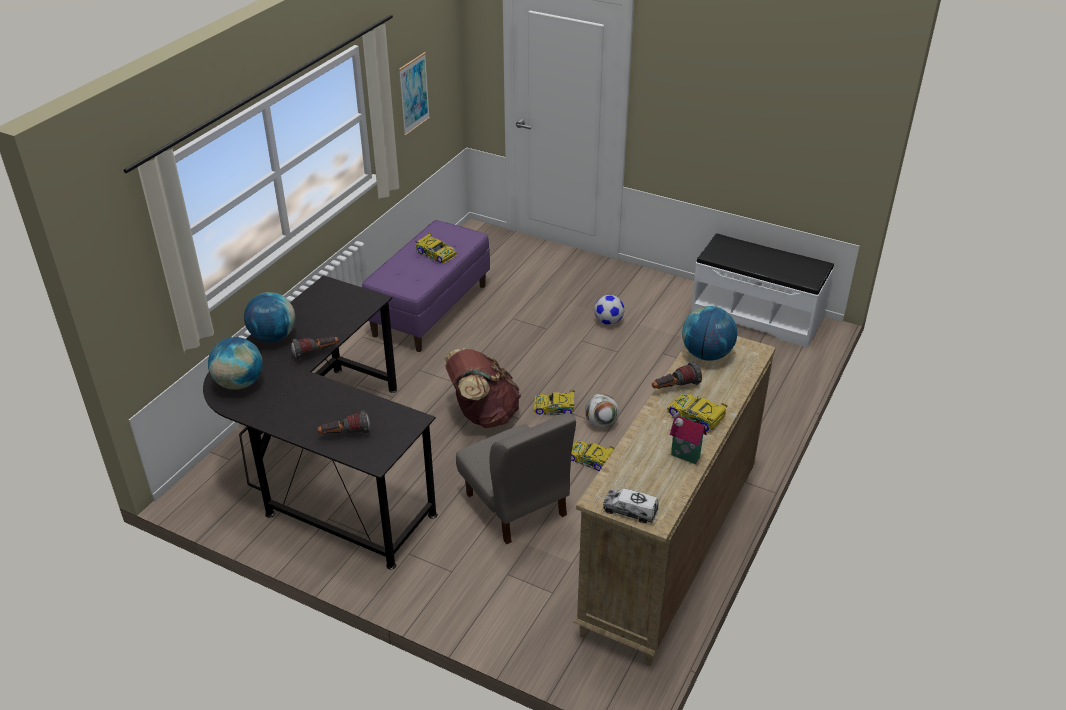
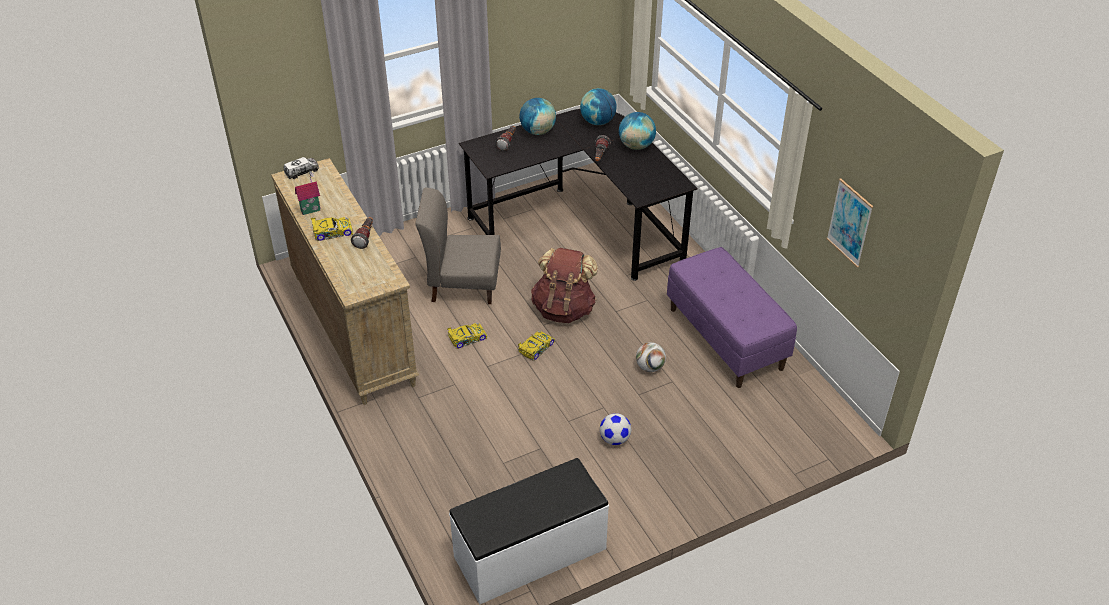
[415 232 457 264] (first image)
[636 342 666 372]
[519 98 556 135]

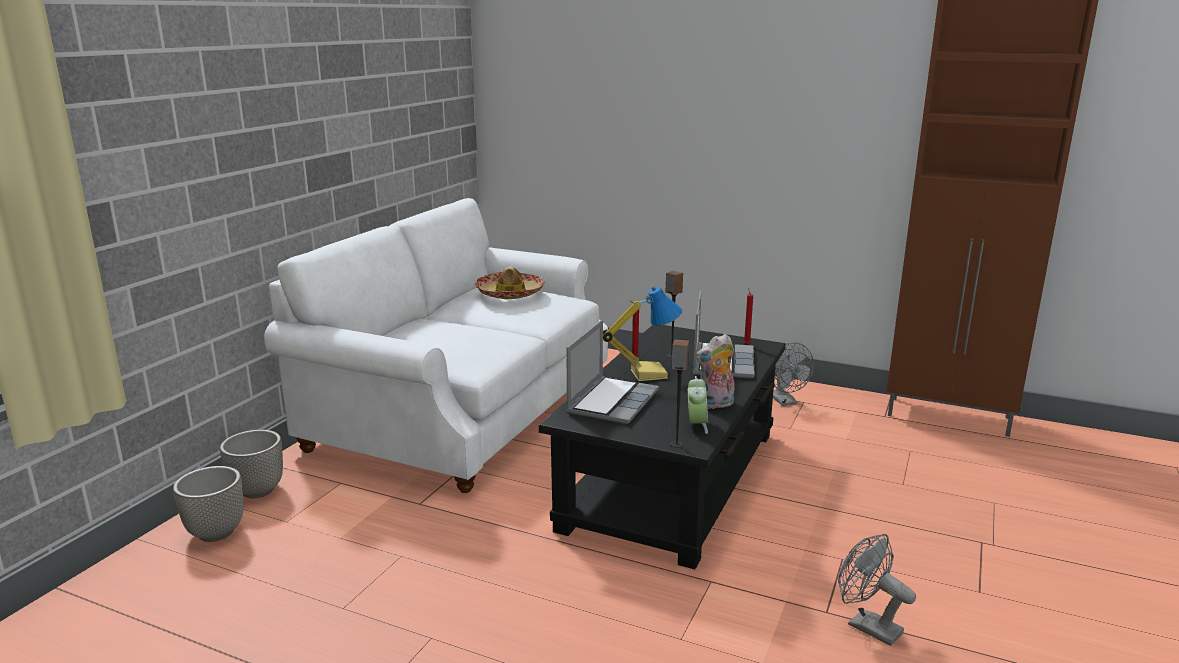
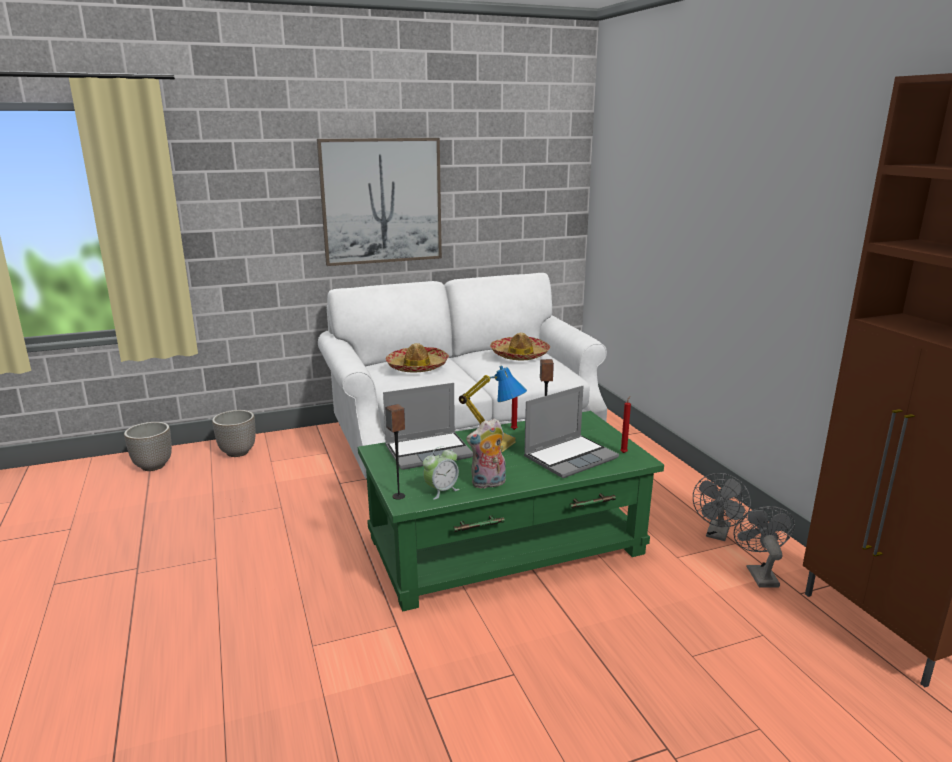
[317 138 442 266]
[386 343 449 372]
[124 422 172 471]
[734 506 795 588]
[358 411 664 611]
[466 418 506 489]

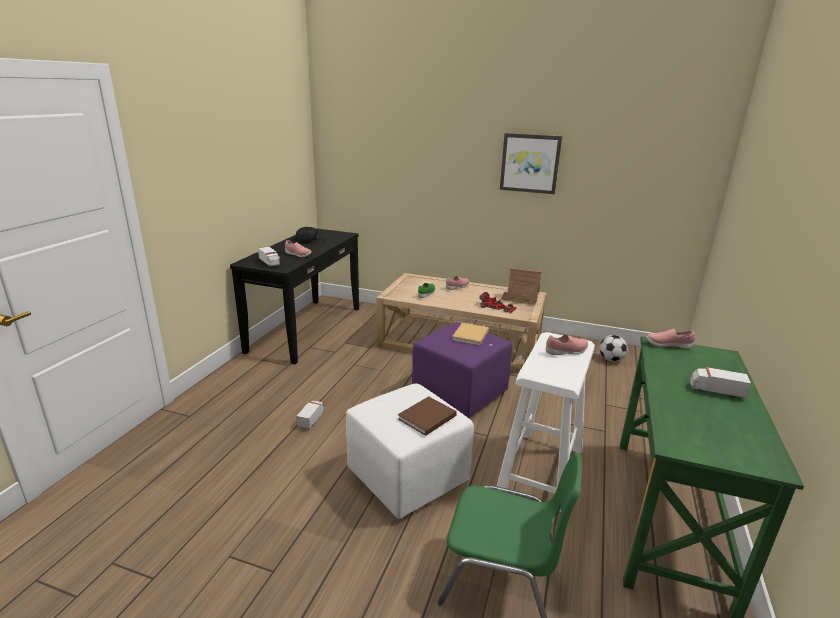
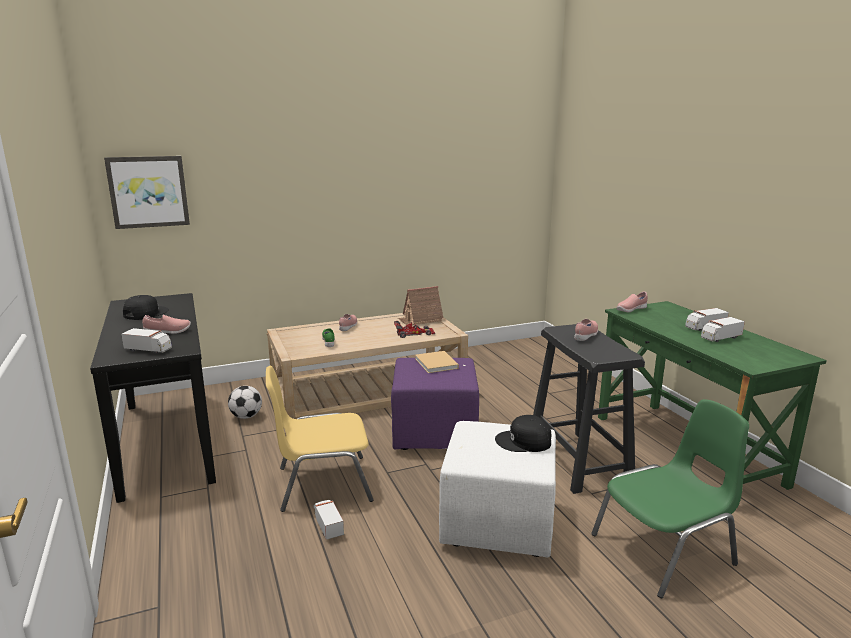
[266 366 374 512]
[701 317 745 342]
[104 156 190 229]
[228 386 262 419]
[495 415 551 452]
[533 324 645 494]

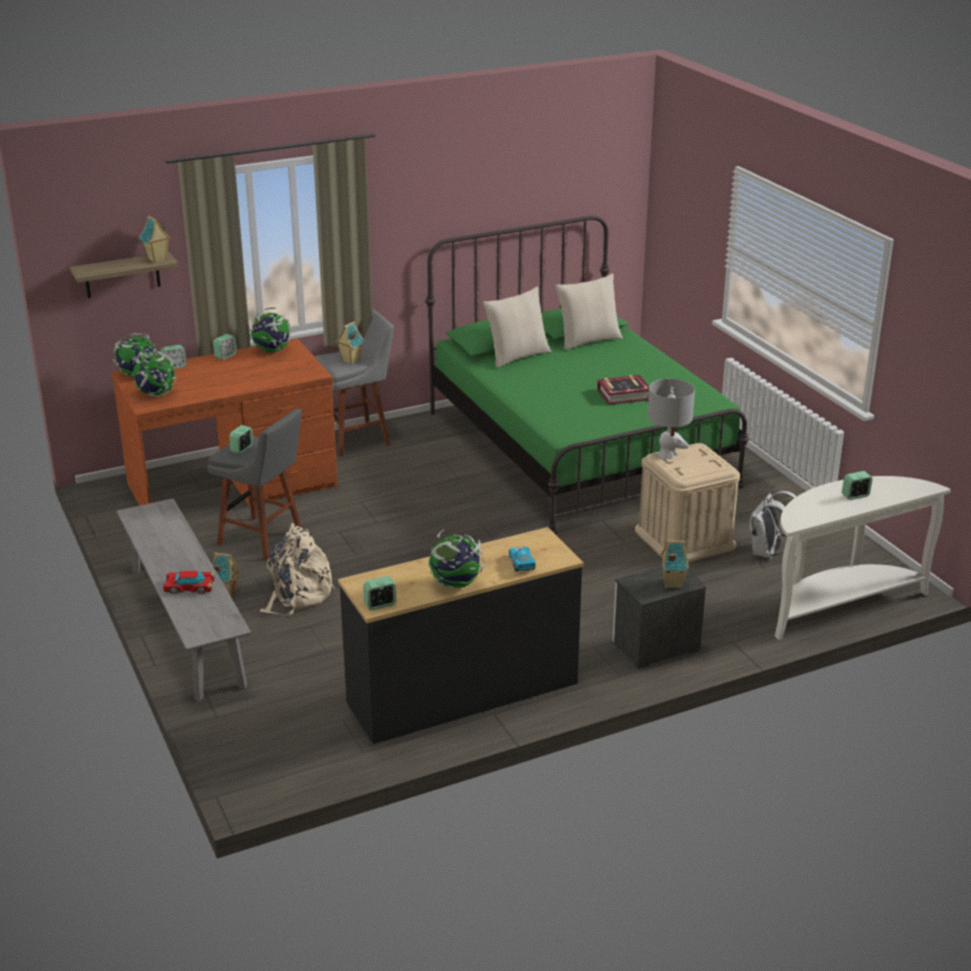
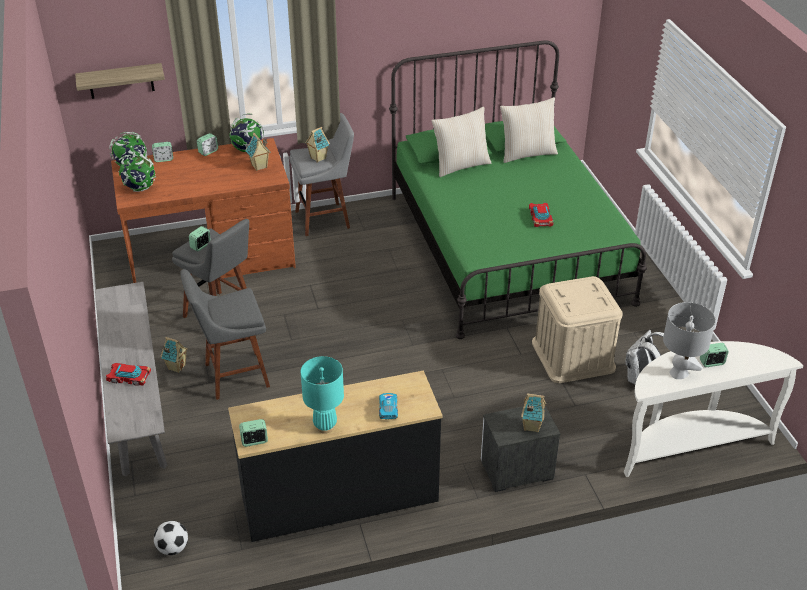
[154 521 188 555]
[245 133 271 171]
[663 302 716 379]
[180 269 270 400]
[301 356 344 434]
[529 202 554 227]

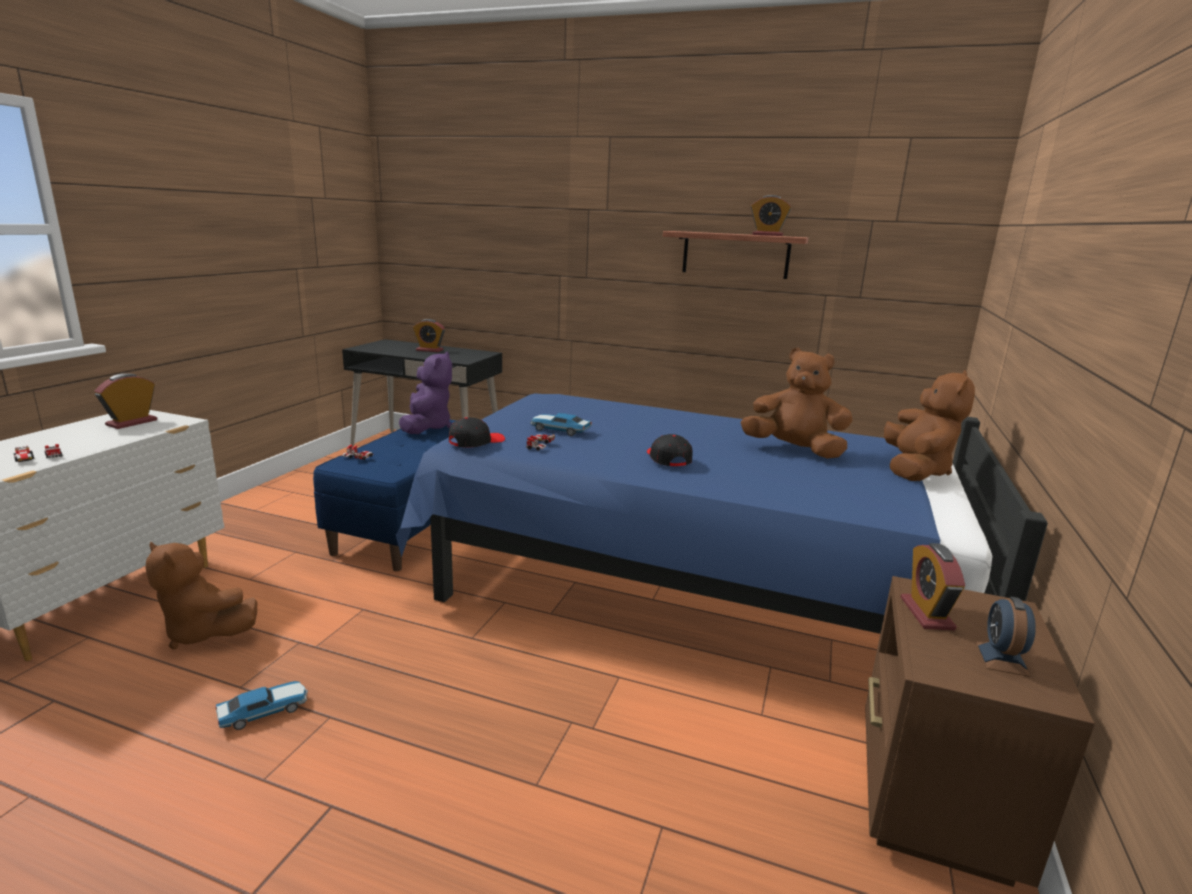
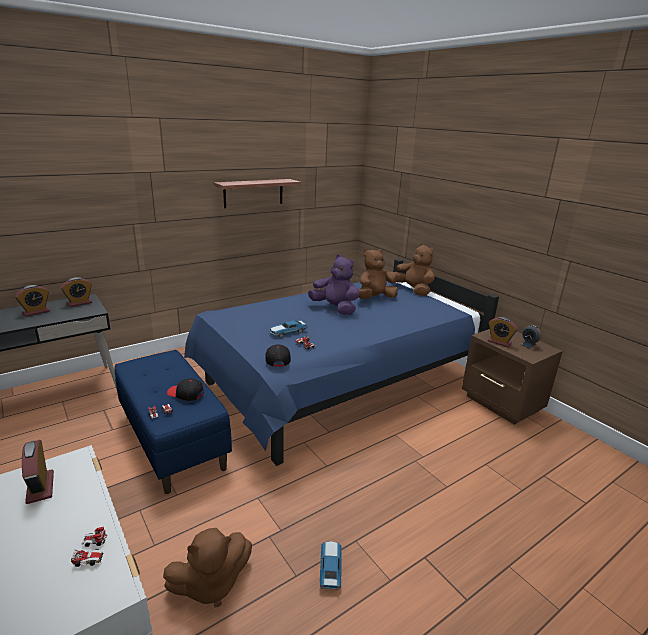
[308 255 359 315]
[167 378 204 401]
[60 277 92 307]

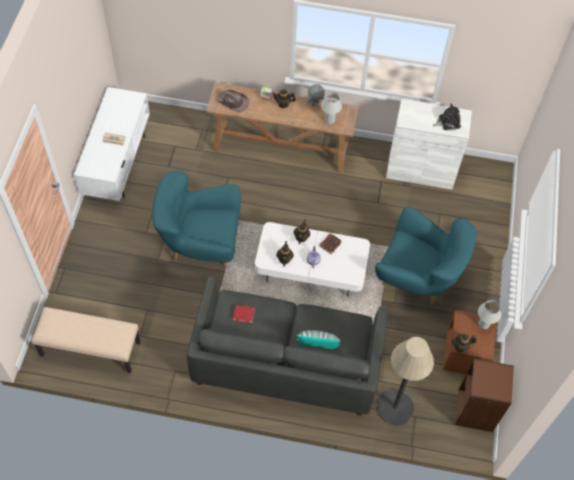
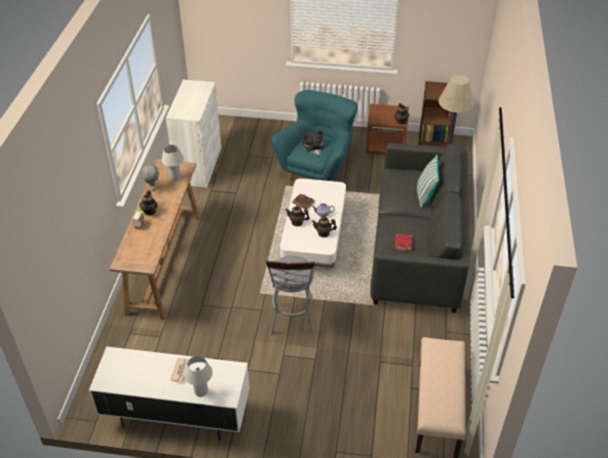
[216 90 249 113] (first image)
[303 130 324 156]
[184 356 213 397]
[266 256 315 336]

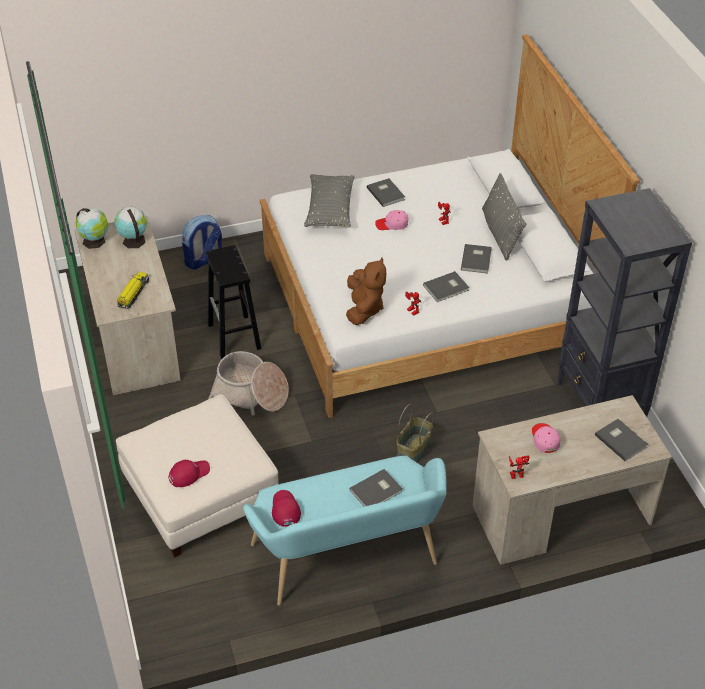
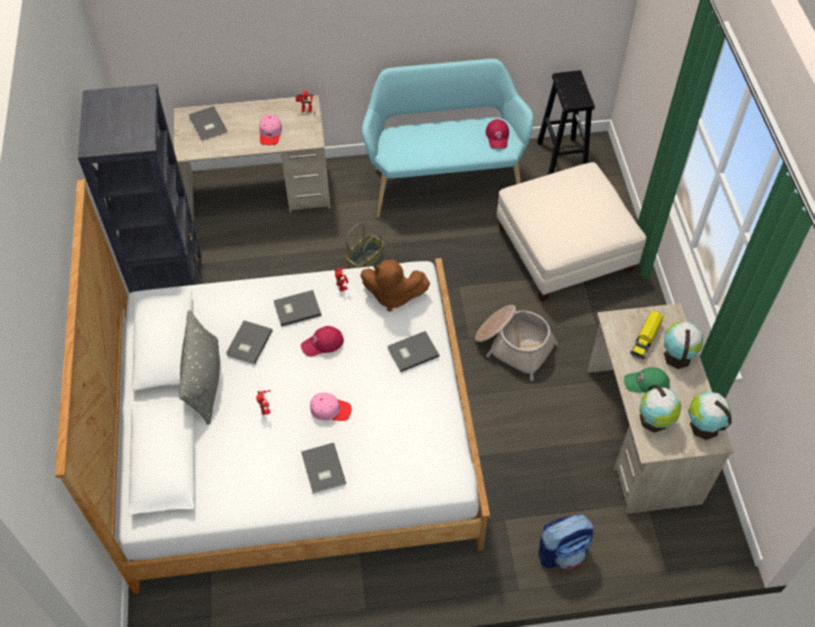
[304 174 355 228] (first image)
[624 367 670 393]
[664 321 703 369]
[301 326 344 357]
[537 70 595 175]
[387 331 439 372]
[360 259 430 312]

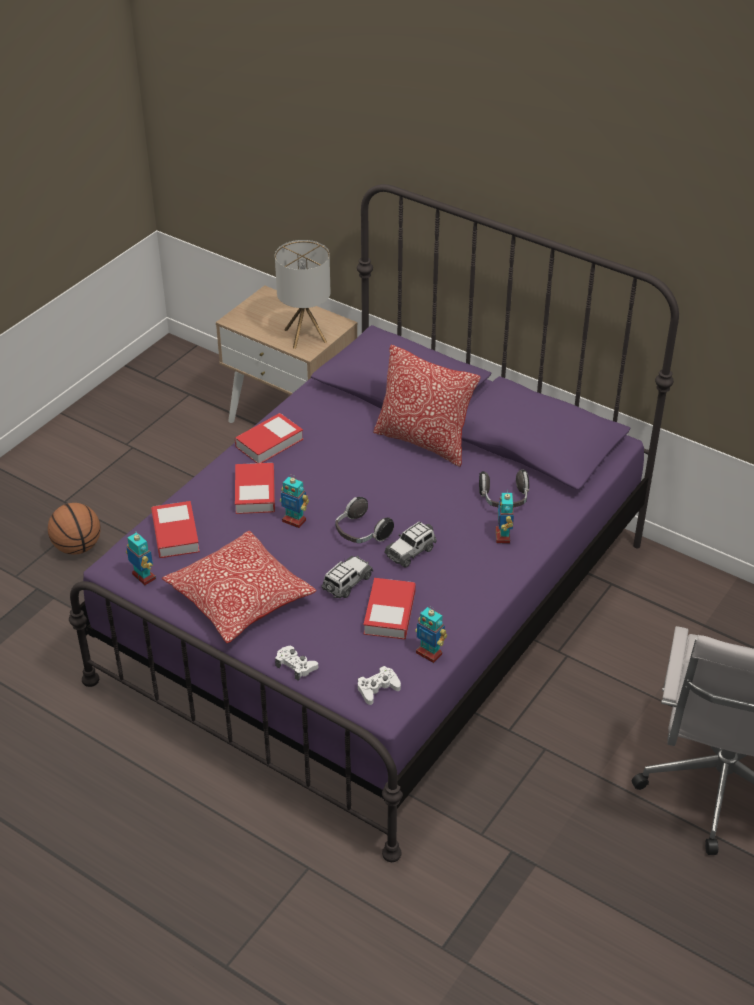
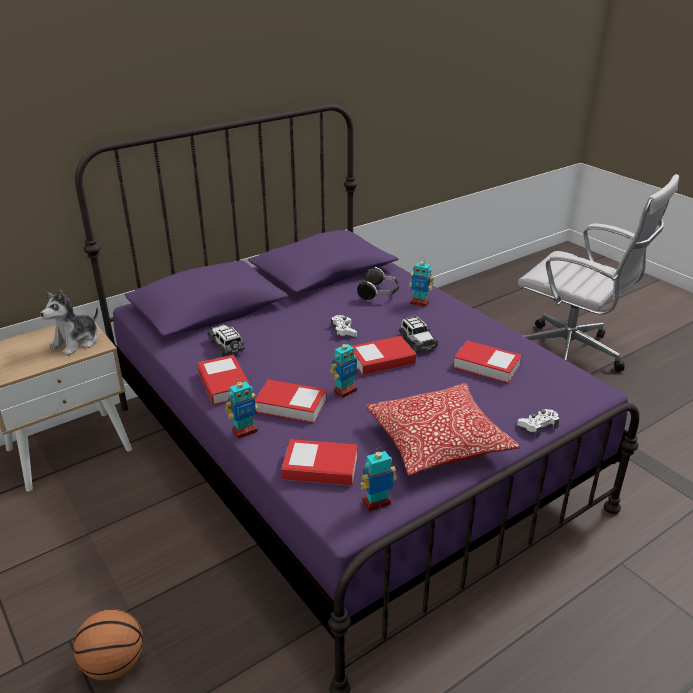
[373 345 481 467] (first image)
[208 324 245 356]
[331 315 357 337]
[225 379 258 439]
[40 290 98 356]
[352 336 416 375]

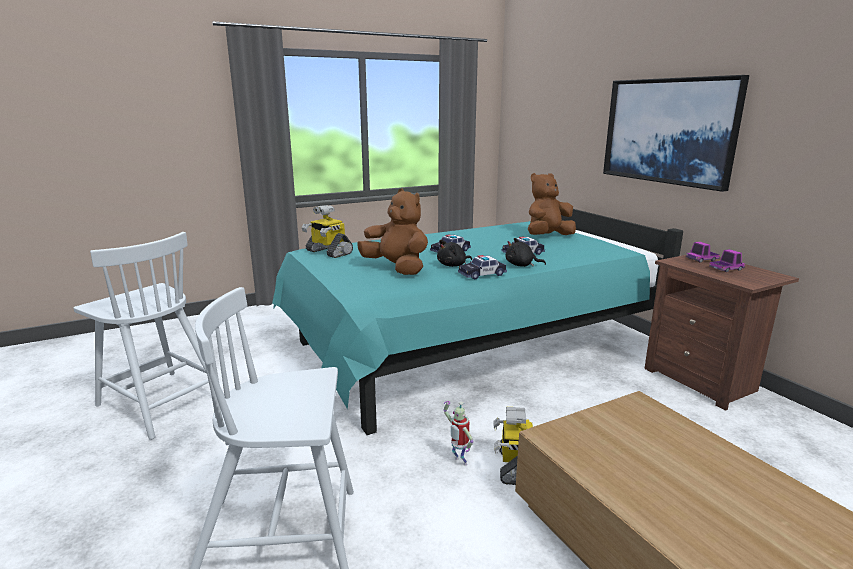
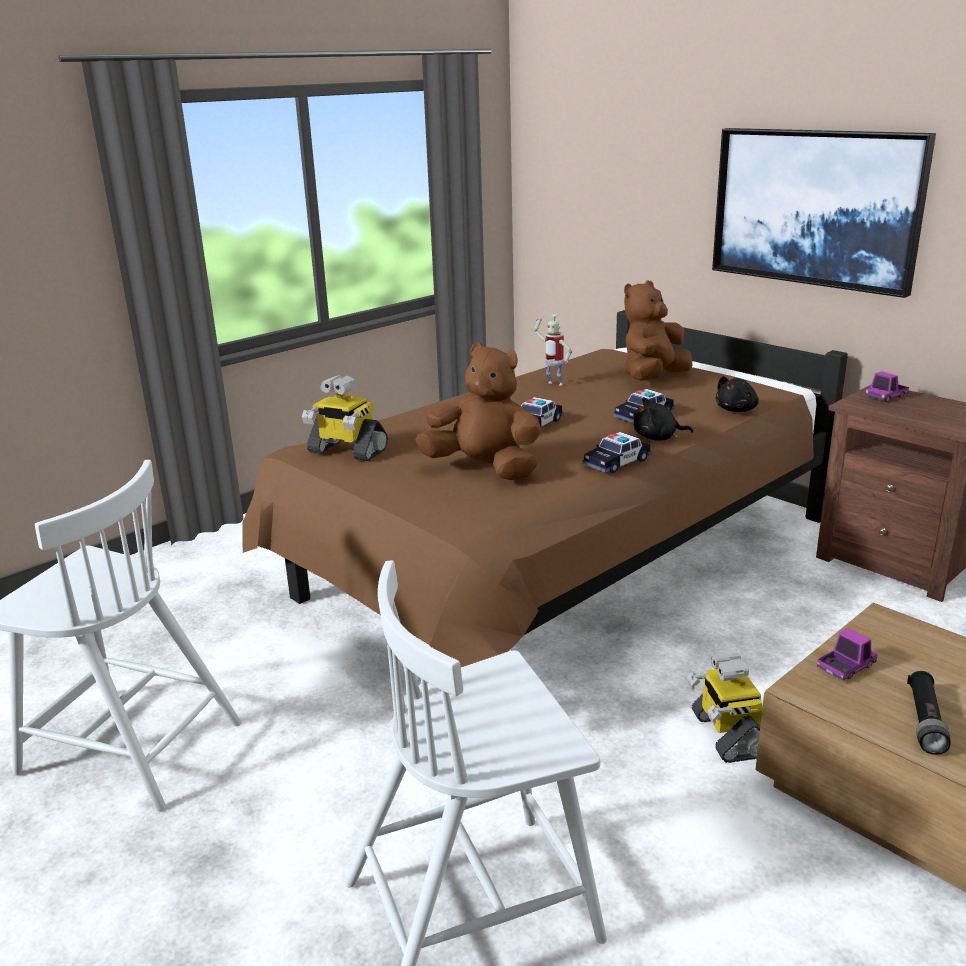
[907 671 951 755]
[715 376 759 412]
[534 314 572 386]
[817 628 878 681]
[242 310 848 667]

